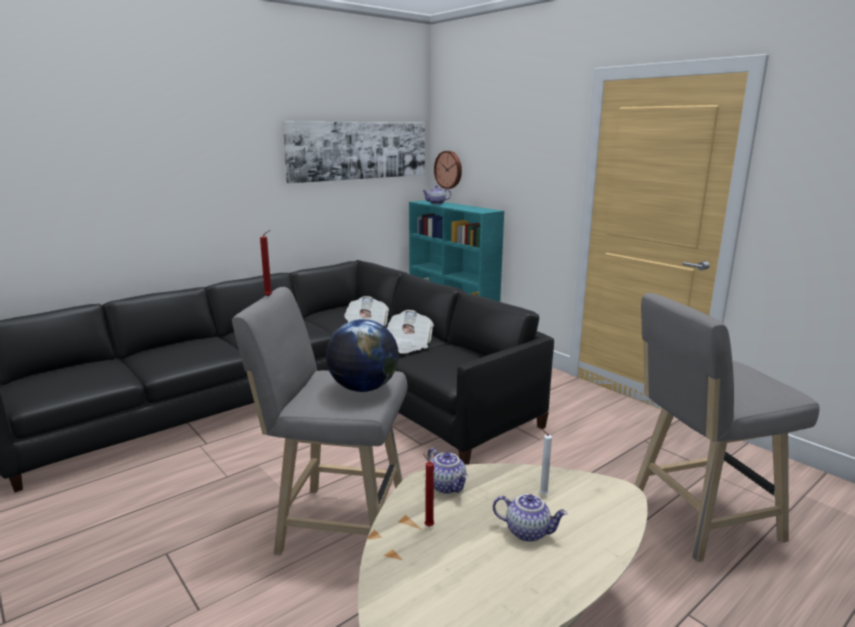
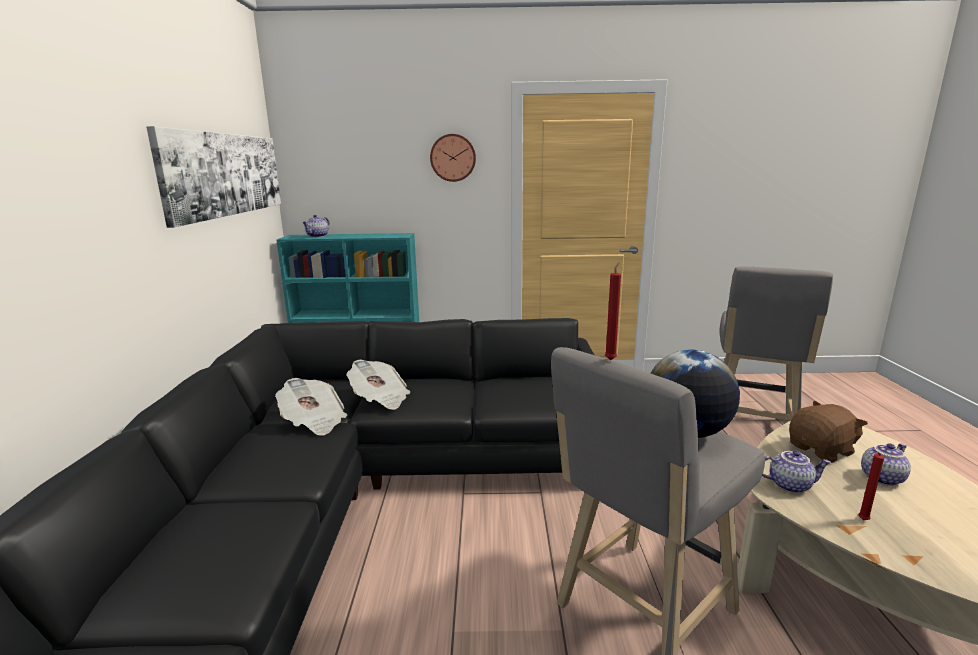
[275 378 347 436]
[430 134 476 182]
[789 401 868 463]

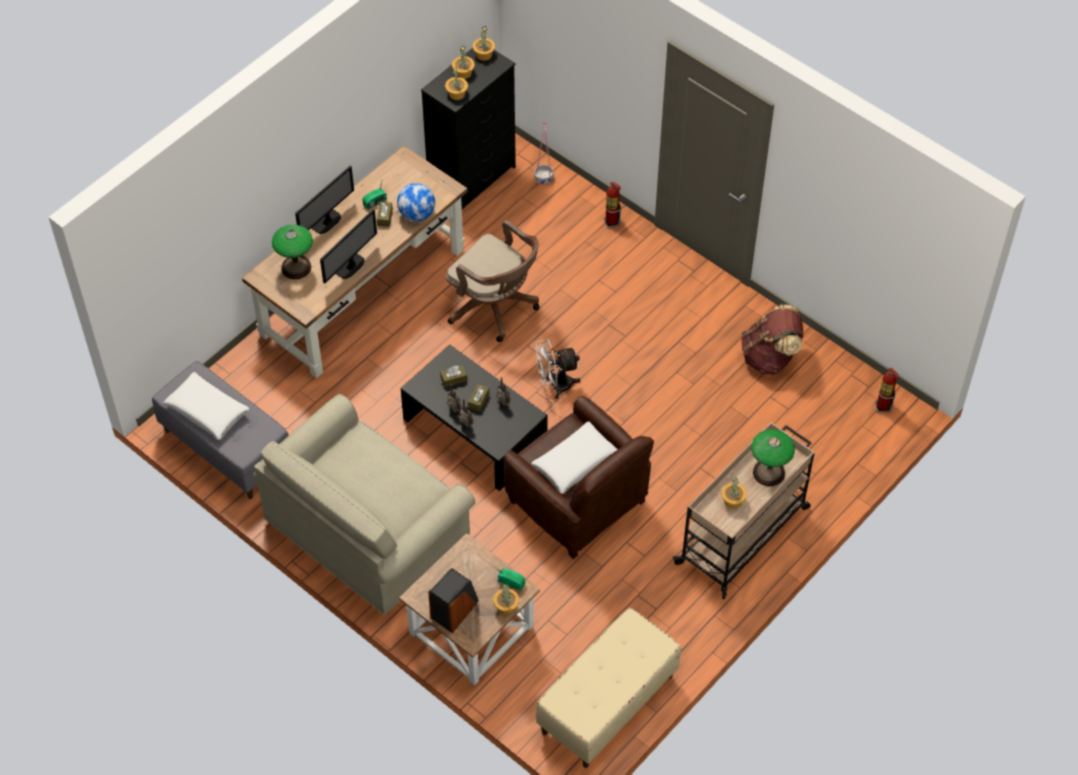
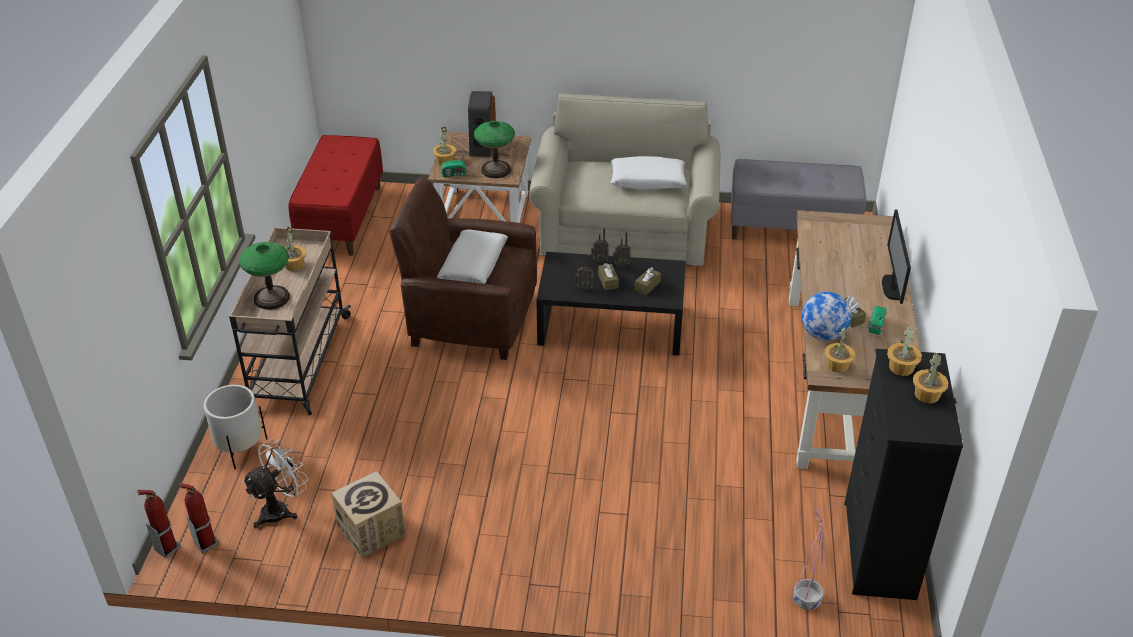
[320 209 377 283] (first image)
[446 220 539 342] (first image)
[204 385 267 469]
[611 156 687 190]
[474 121 515 178]
[825 326 855 373]
[242 439 309 528]
[137 489 181 558]
[331 471 406 559]
[288 135 383 256]

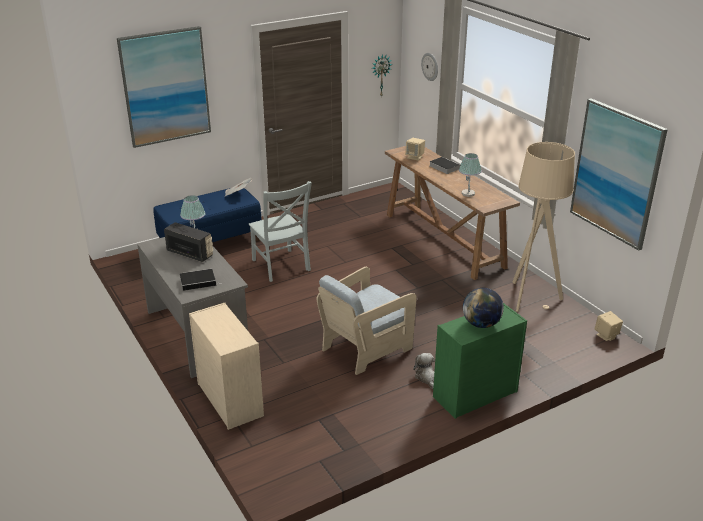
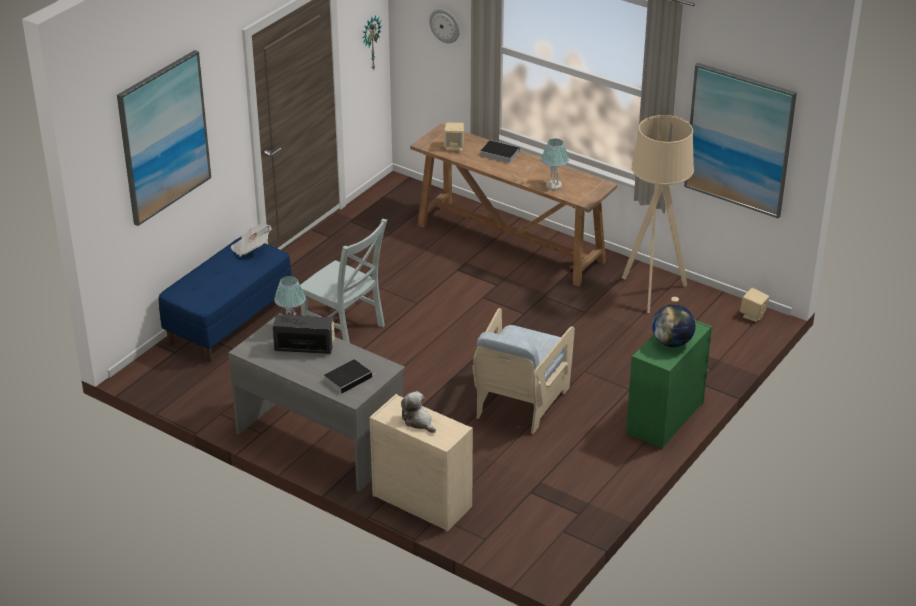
[401 391 436 433]

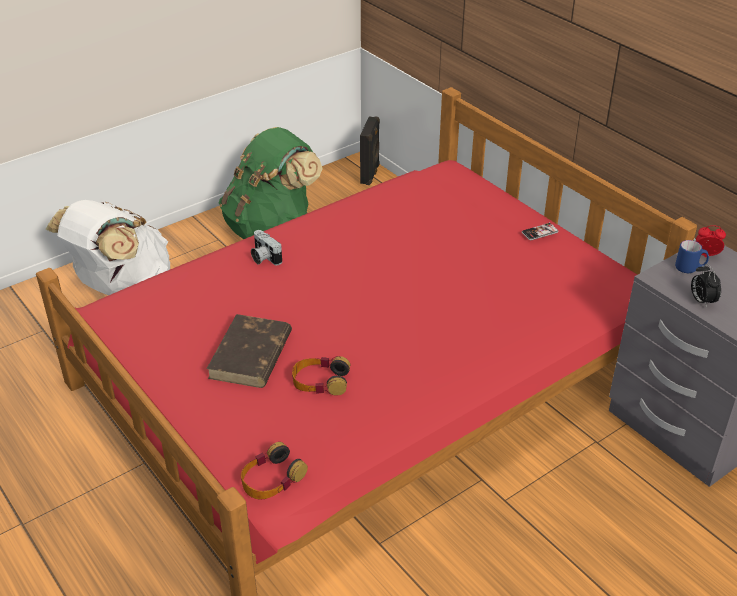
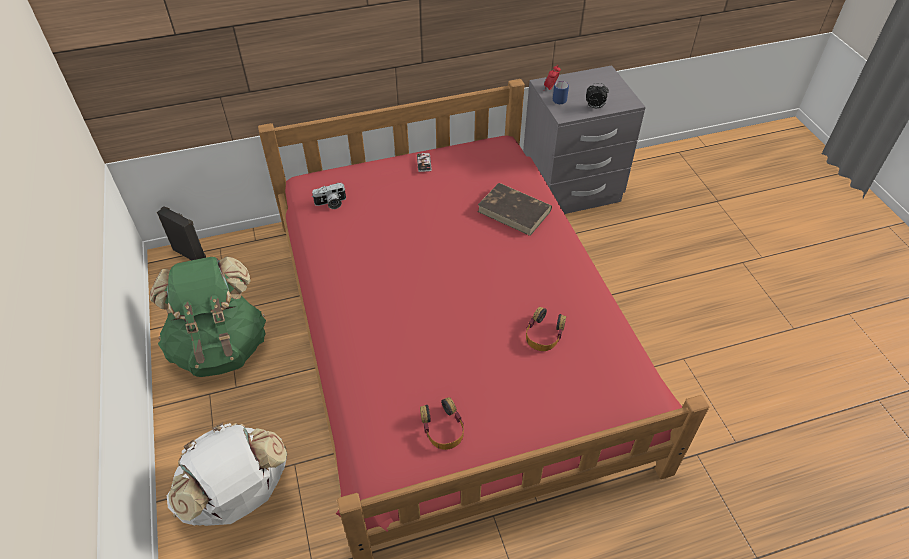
[478 183 552 236]
[420 397 464 450]
[312 183 346 209]

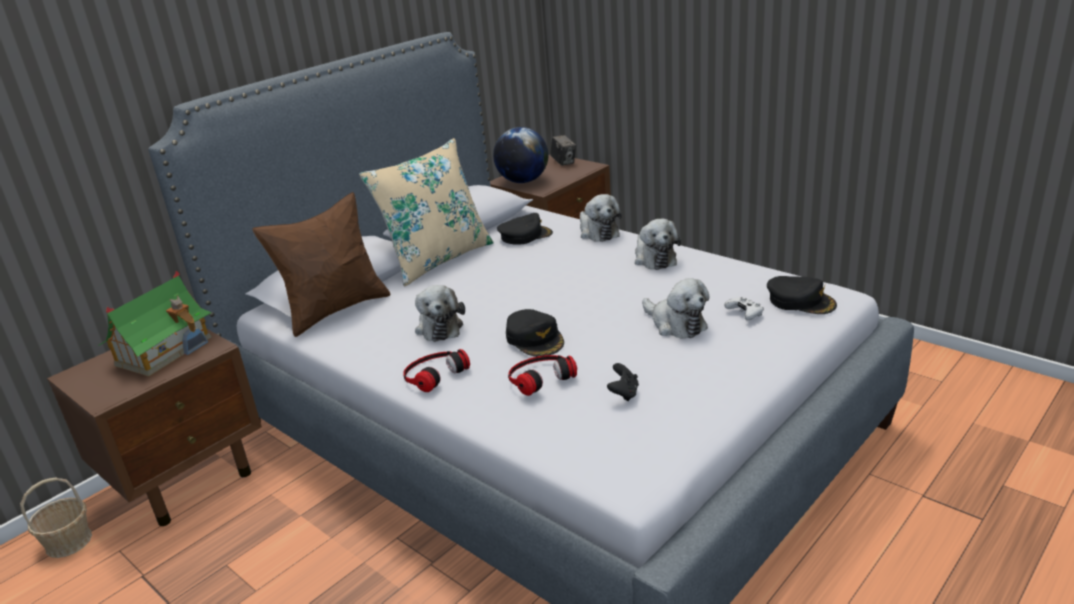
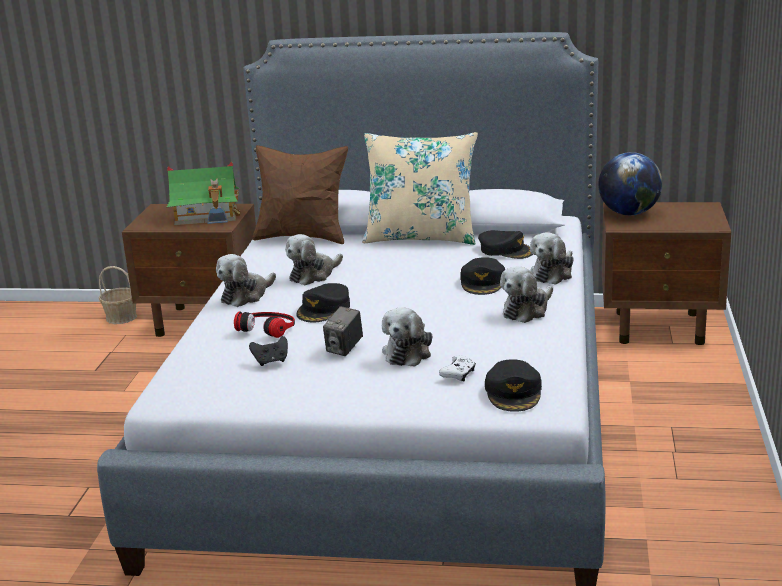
[460 257 505 295]
[323 306 363 356]
[216 254 276 307]

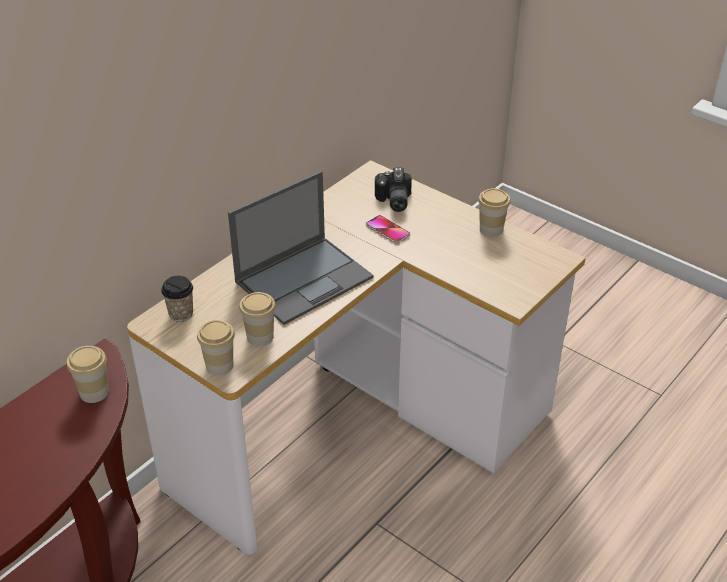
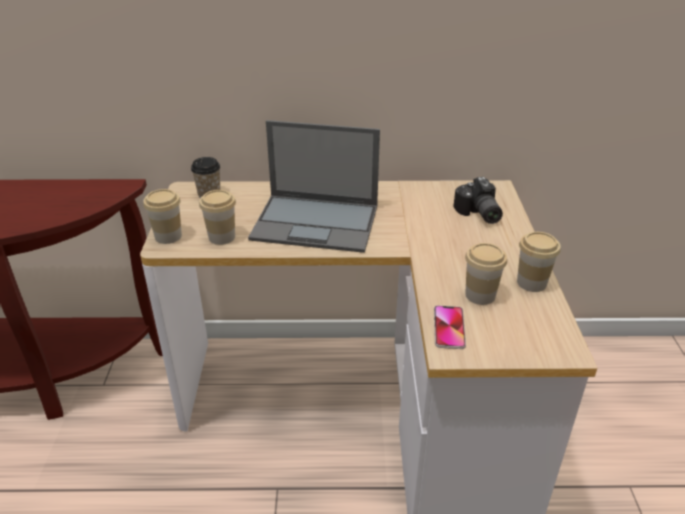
[465 243 507 305]
[434 305 466 349]
[453 177 503 224]

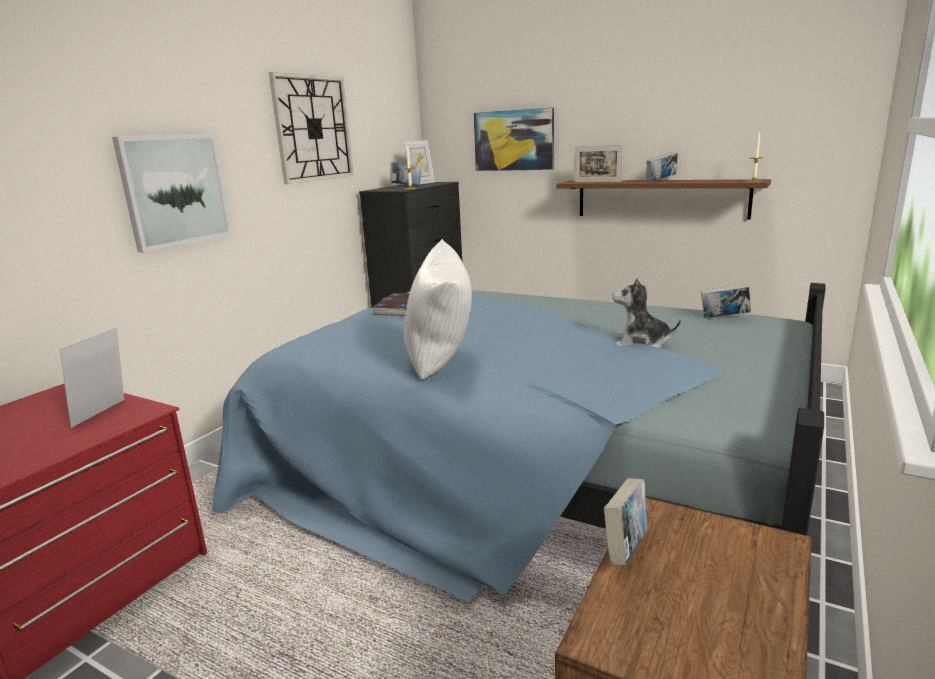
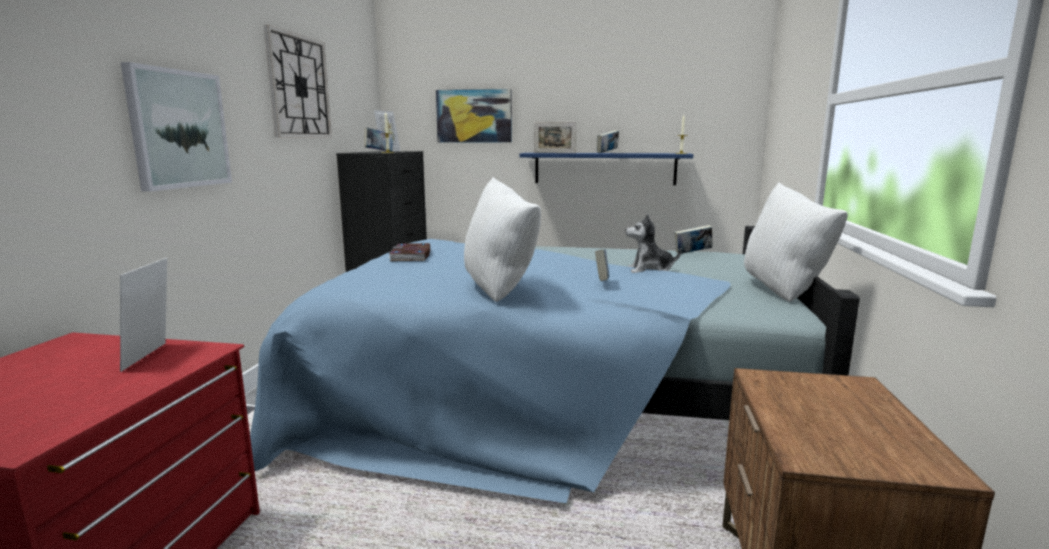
[744 182 848 302]
[595 249 609 281]
[520 153 693 185]

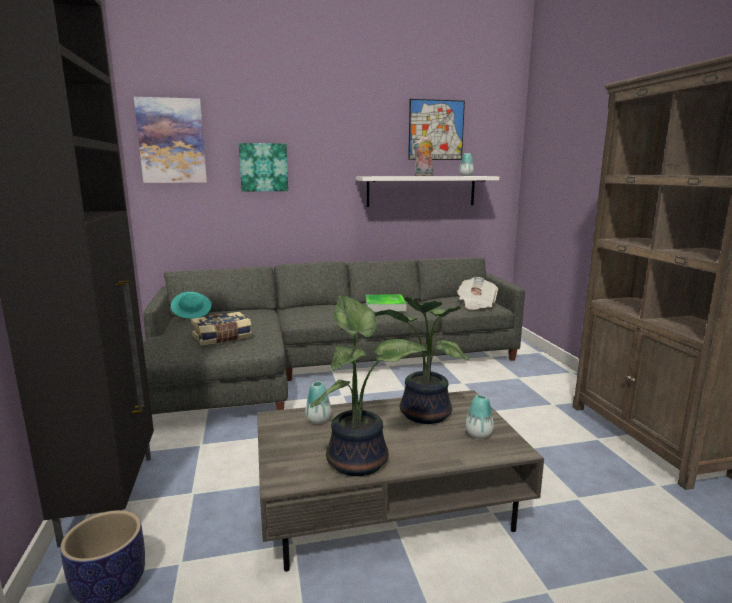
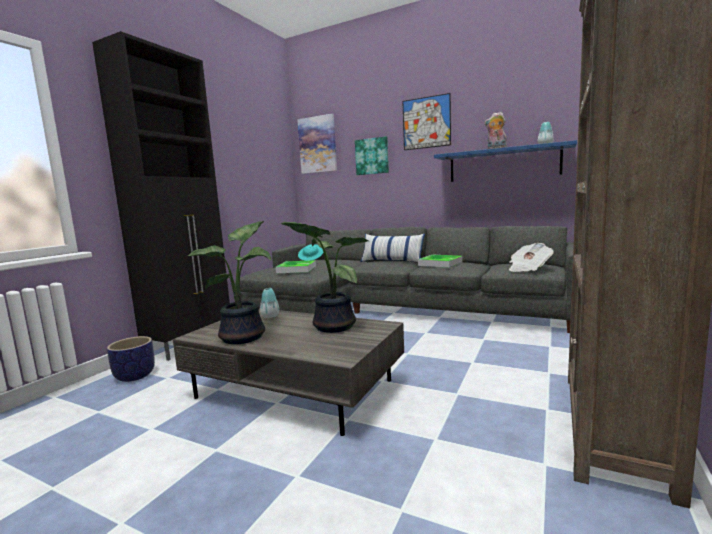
[465 395 494 439] (first image)
[360 234 425 262]
[402 93 451 150]
[276 260 316 273]
[434 140 577 182]

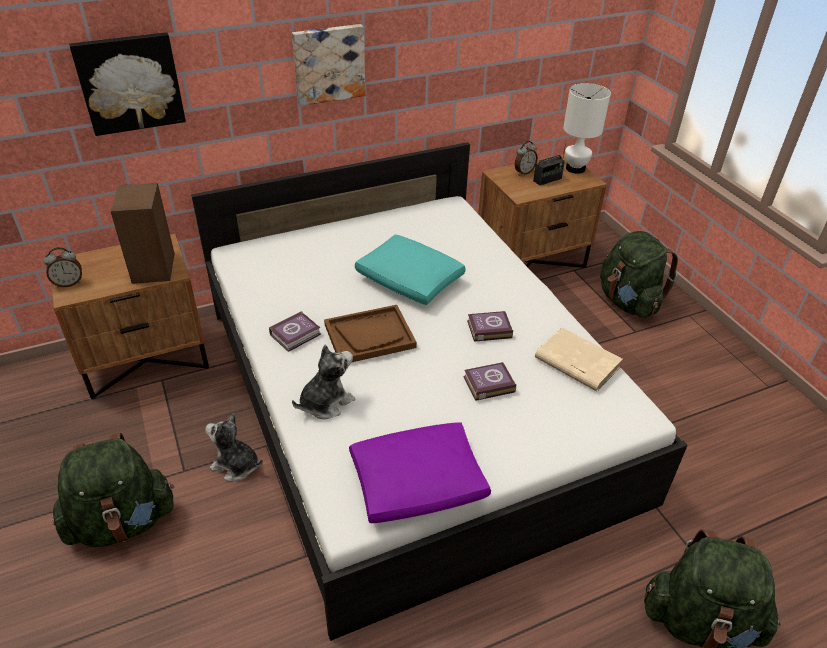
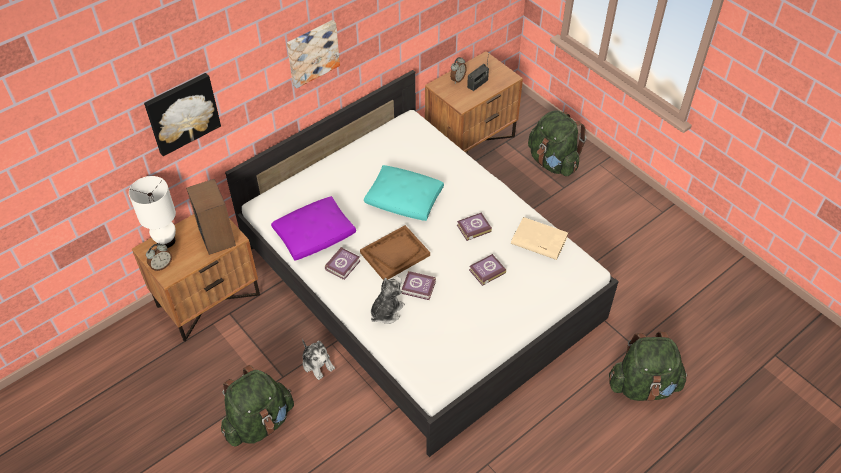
[401 271 436 300]
[271 196 356 261]
[129 176 176 248]
[302 339 335 380]

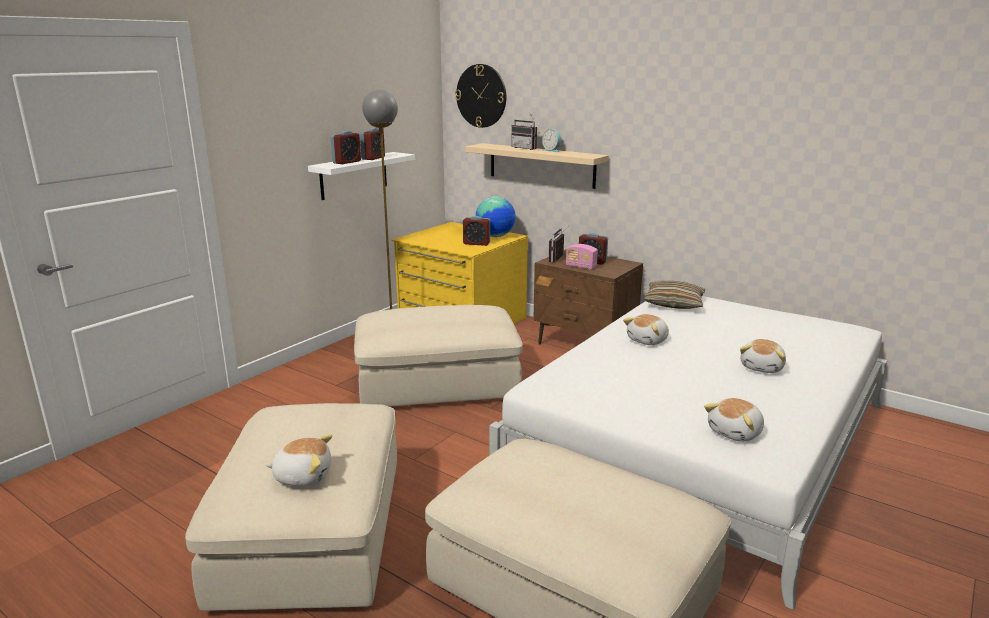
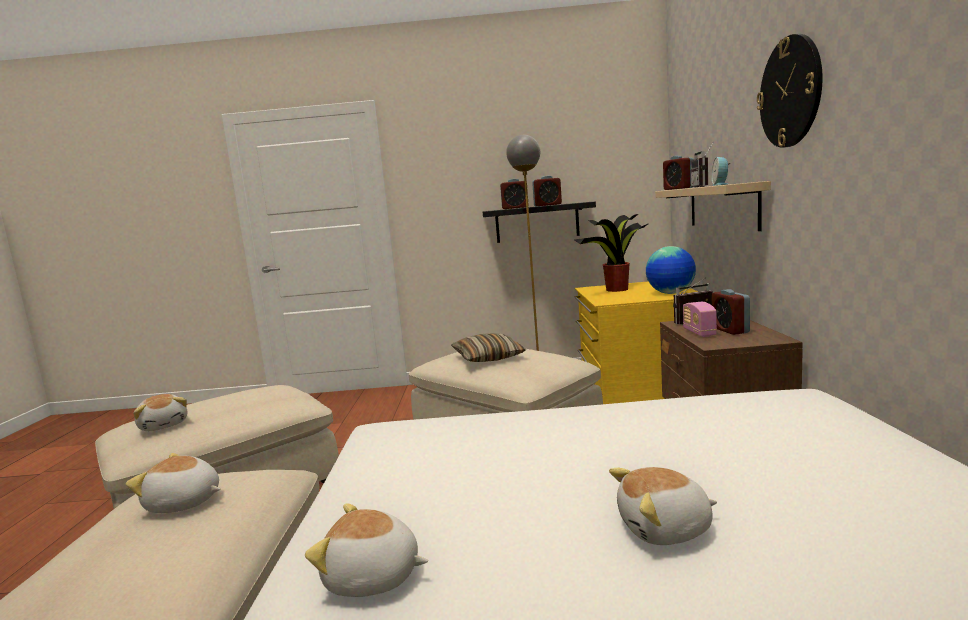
[574 214 648 292]
[757 34 822 148]
[663 156 694 190]
[126 453 221 513]
[451 333 526 362]
[483 202 596 243]

